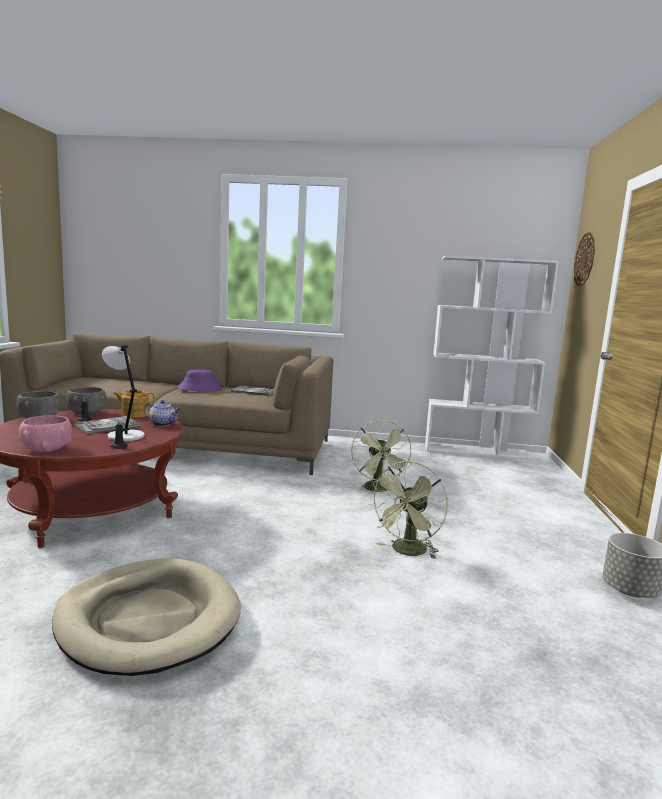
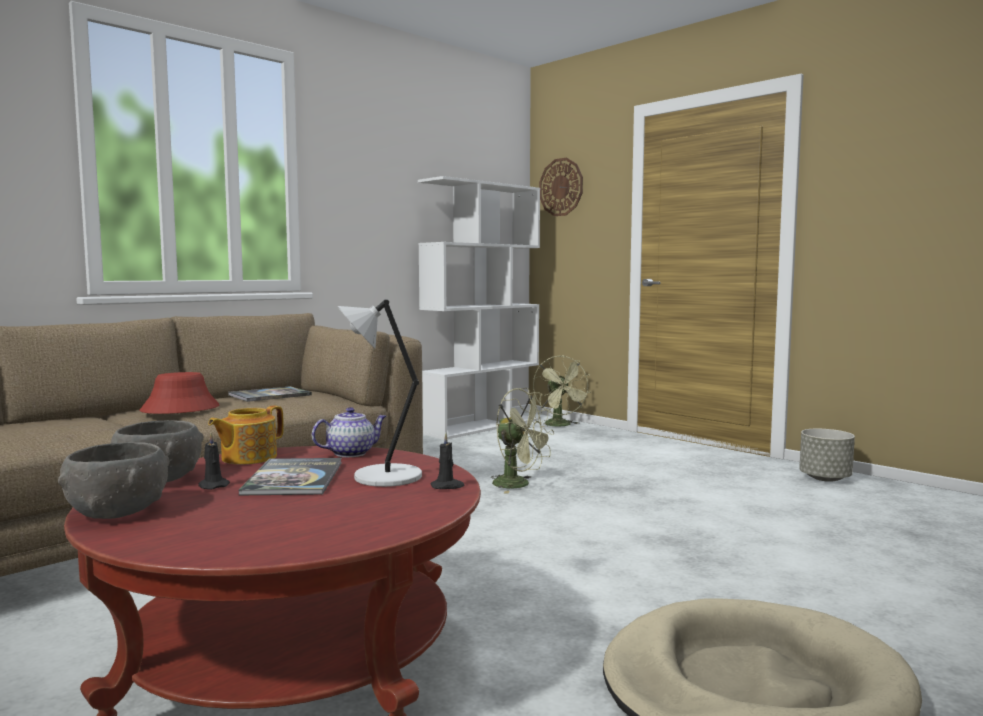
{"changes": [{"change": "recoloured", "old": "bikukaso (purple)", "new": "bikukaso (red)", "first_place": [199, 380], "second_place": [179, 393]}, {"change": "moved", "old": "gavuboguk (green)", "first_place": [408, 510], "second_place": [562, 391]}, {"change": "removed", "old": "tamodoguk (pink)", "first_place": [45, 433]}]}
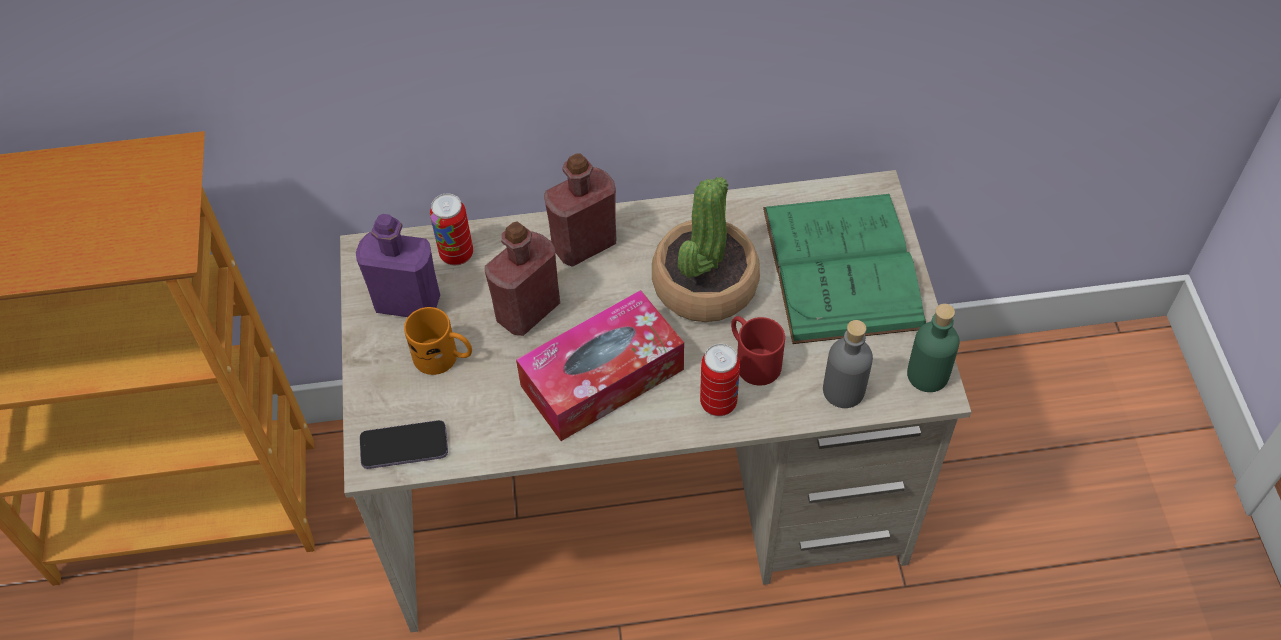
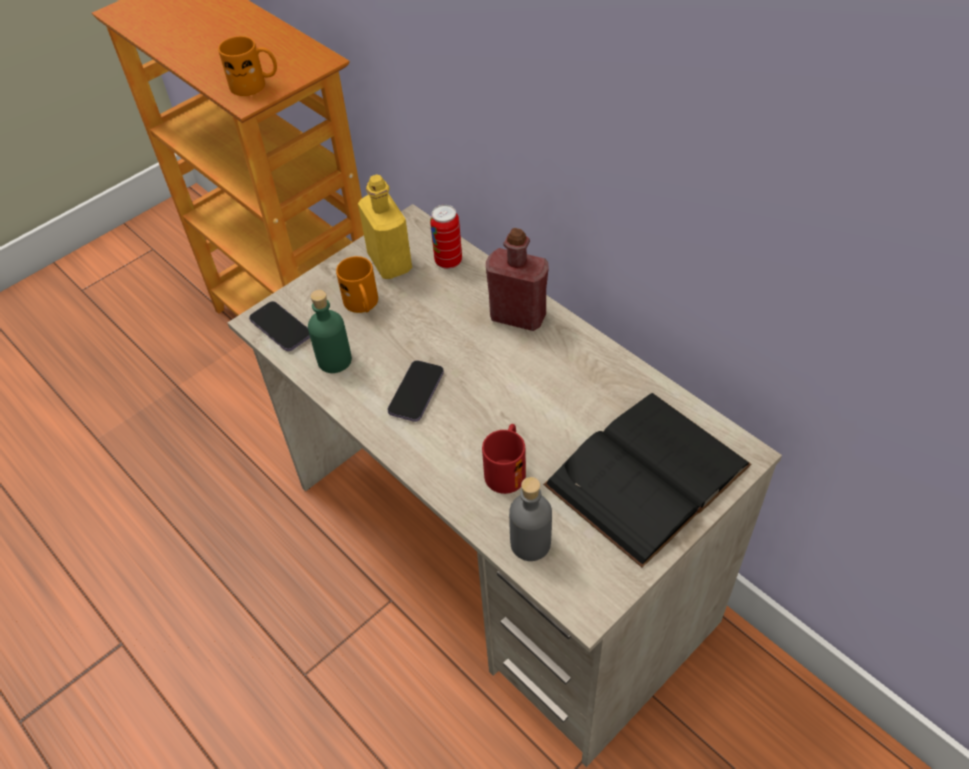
{"changes": [{"change": "added", "new": "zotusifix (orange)", "second_place": [247, 66]}, {"change": "moved", "old": "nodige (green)", "first_place": [933, 348], "second_place": [330, 331]}, {"change": "recoloured", "old": "nodige (purple)", "new": "nodige (yellow)", "first_place": [398, 265], "second_place": [385, 226]}, {"change": "replaced", "old": "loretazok", "new": "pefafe", "first_place": [600, 365], "second_place": [416, 391]}, {"change": "recoloured", "old": "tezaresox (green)", "new": "tezaresox (black)", "first_place": [844, 269], "second_place": [647, 480]}, {"change": "removed", "old": "nodige (red)", "first_place": [522, 278]}, {"change": "removed", "old": "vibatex", "first_place": [706, 249]}, {"change": "removed", "old": "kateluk", "first_place": [720, 380]}]}
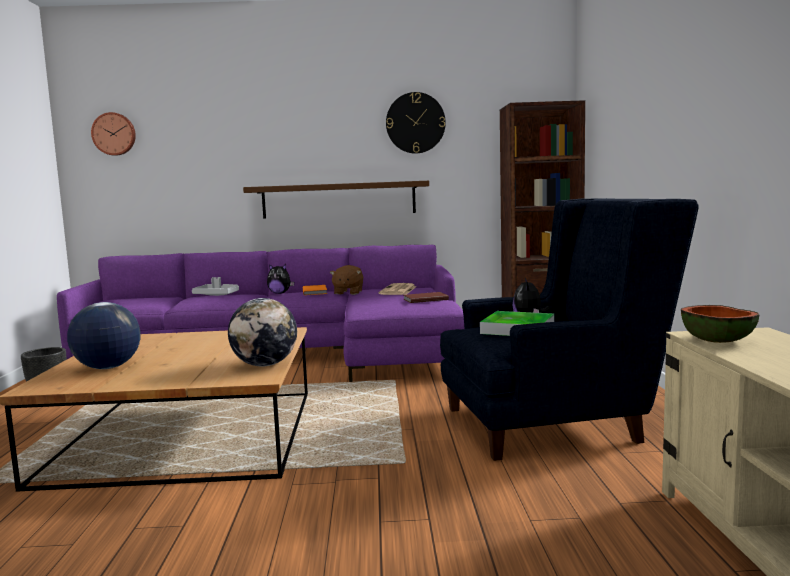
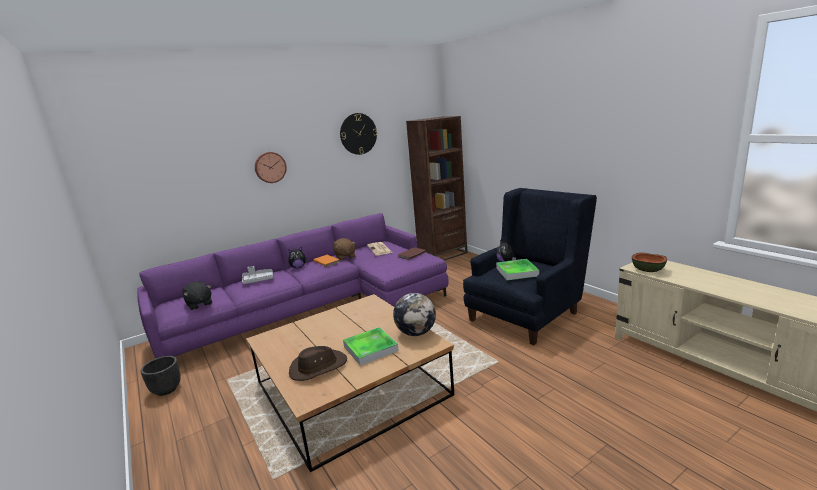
{"changes": [{"change": "added", "new": "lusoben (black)", "second_place": [197, 295]}, {"change": "moved", "old": "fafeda", "first_place": [113, 134], "second_place": [271, 167]}, {"change": "replaced", "old": "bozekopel", "new": "bikukaso (brown)", "first_place": [104, 335], "second_place": [318, 363]}, {"change": "added", "new": "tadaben", "second_place": [371, 346]}, {"change": "removed", "old": "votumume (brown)", "first_place": [336, 200]}]}
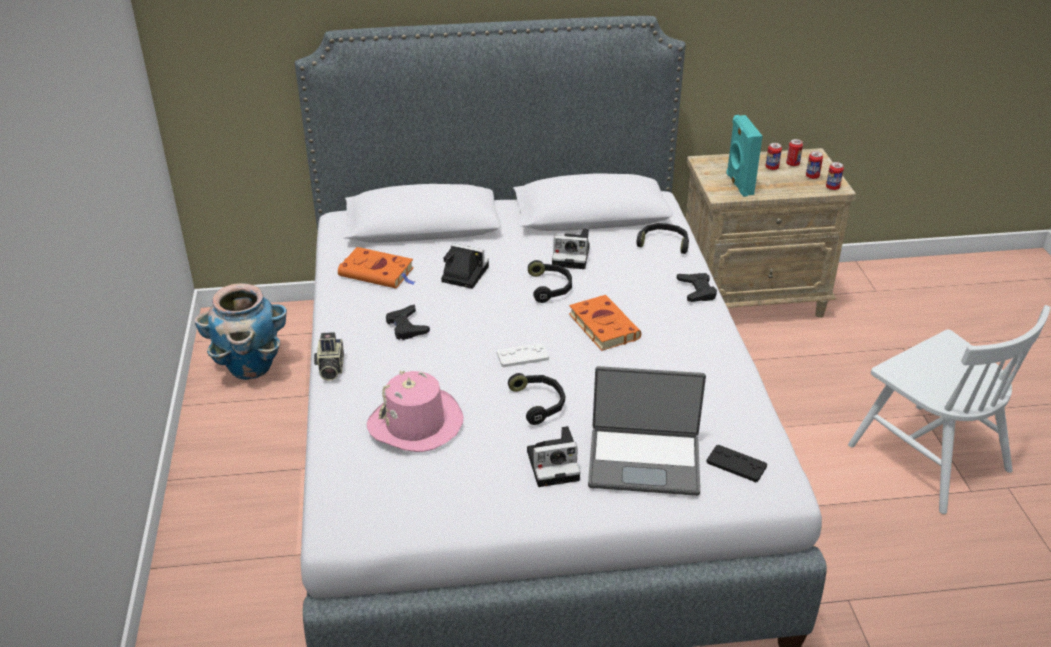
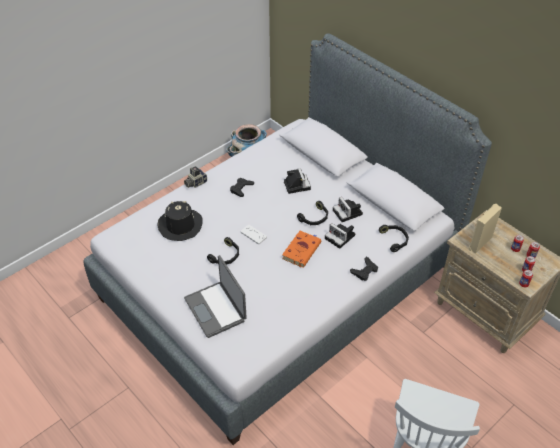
{"changes": [{"change": "recoloured", "old": "bikukaso (pink)", "new": "bikukaso (black)", "first_place": [415, 411], "second_place": [180, 221]}, {"change": "moved", "old": "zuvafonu", "first_place": [553, 456], "second_place": [340, 236]}, {"change": "recoloured", "old": "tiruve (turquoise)", "new": "tiruve (beige)", "first_place": [744, 156], "second_place": [485, 229]}, {"change": "removed", "old": "tezaresox (orange)", "first_place": [376, 267]}, {"change": "removed", "old": "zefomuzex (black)", "first_place": [737, 463]}]}
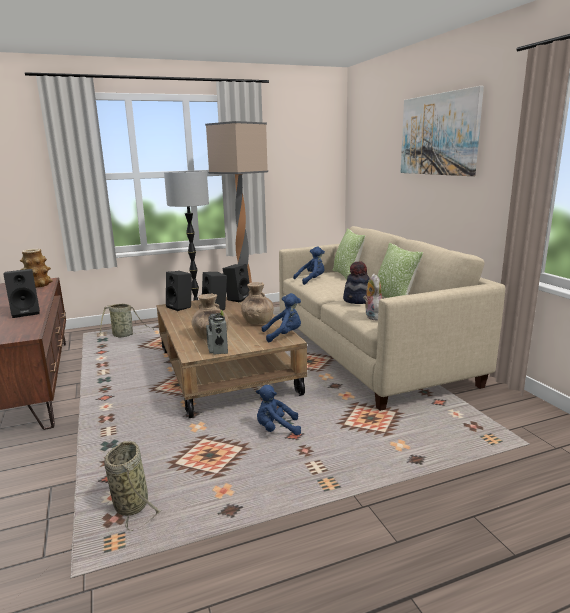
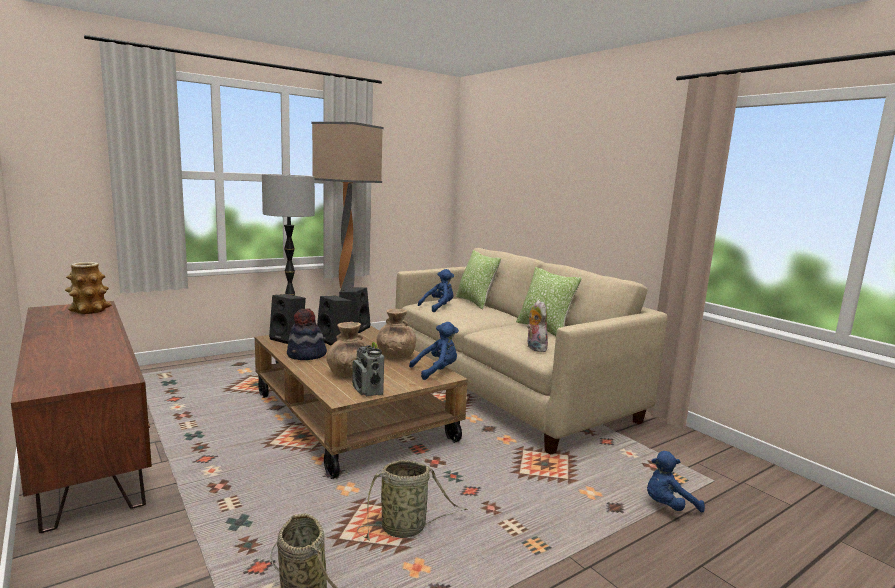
{"changes": [{"change": "moved", "old": "bikukaso", "first_place": [356, 283], "second_place": [307, 334]}, {"change": "moved", "old": "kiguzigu", "first_place": [127, 320], "second_place": [412, 500]}, {"change": "moved", "old": "lusoben (blue)", "first_place": [278, 410], "second_place": [676, 481]}, {"change": "removed", "old": "tiruve (black)", "first_place": [21, 293]}, {"change": "removed", "old": "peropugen", "first_place": [442, 131]}]}
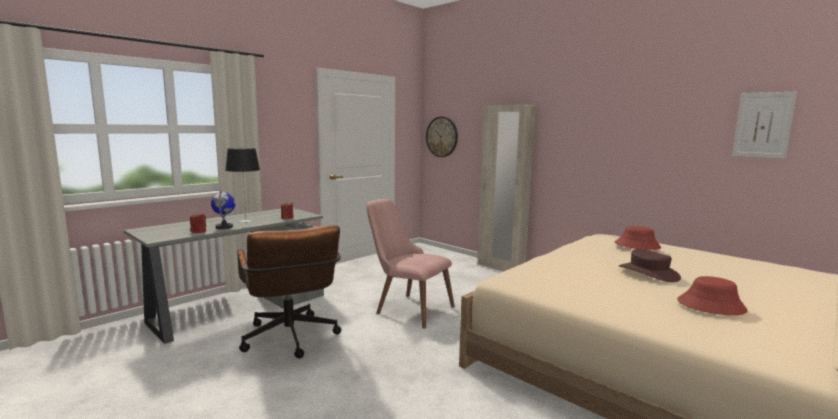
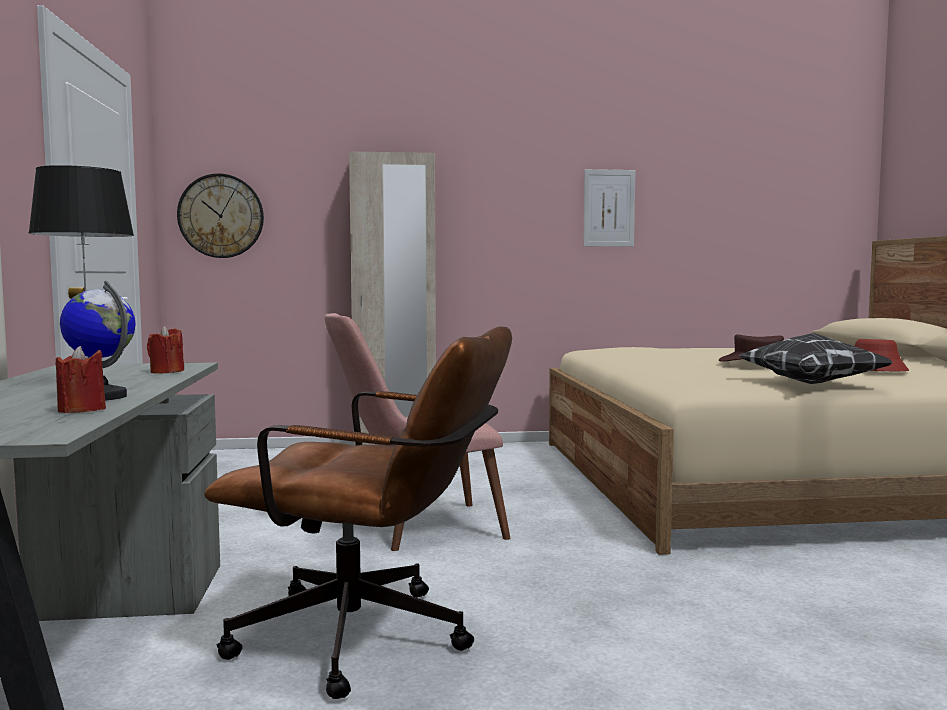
{"changes": [{"change": "moved", "old": "peropugen", "first_place": [764, 125], "second_place": [609, 208]}, {"change": "added", "new": "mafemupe", "second_place": [816, 358]}, {"change": "removed", "old": "bikukaso (red)", "first_place": [637, 238]}]}
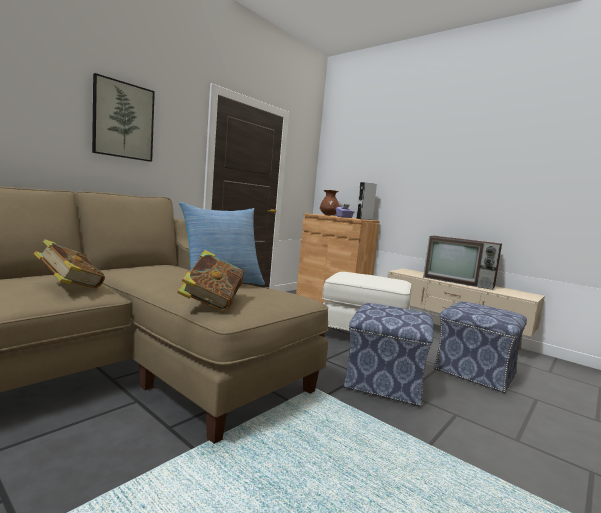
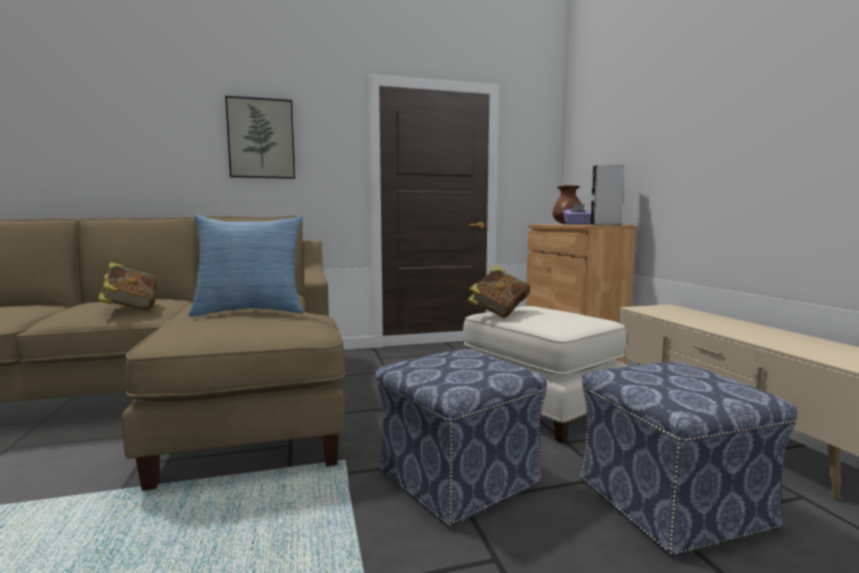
{"changes": [{"change": "moved", "old": "tezaresox", "first_place": [210, 280], "second_place": [499, 292]}, {"change": "removed", "old": "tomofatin", "first_place": [462, 263]}]}
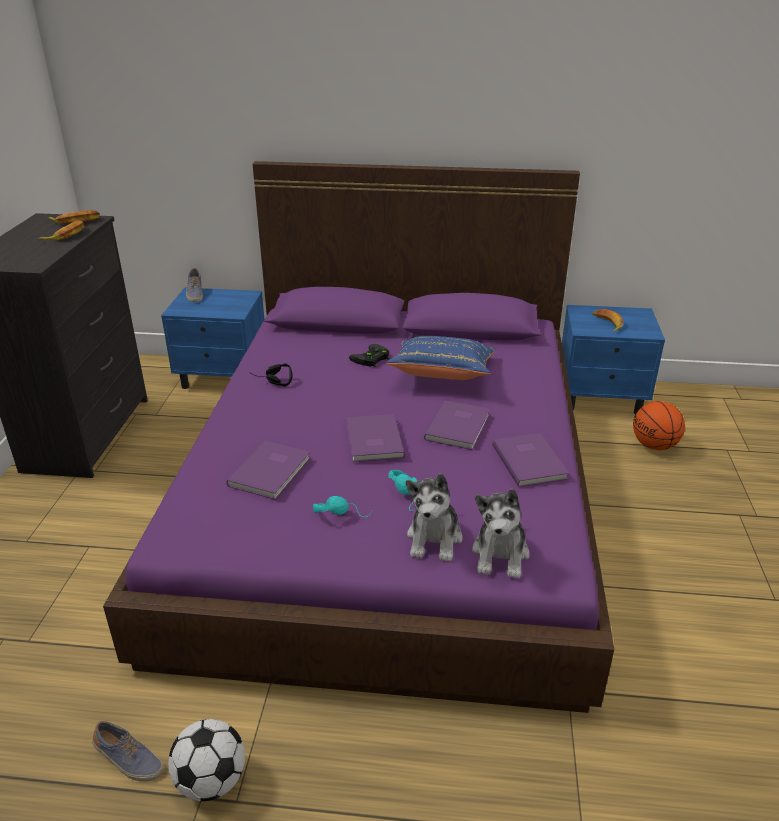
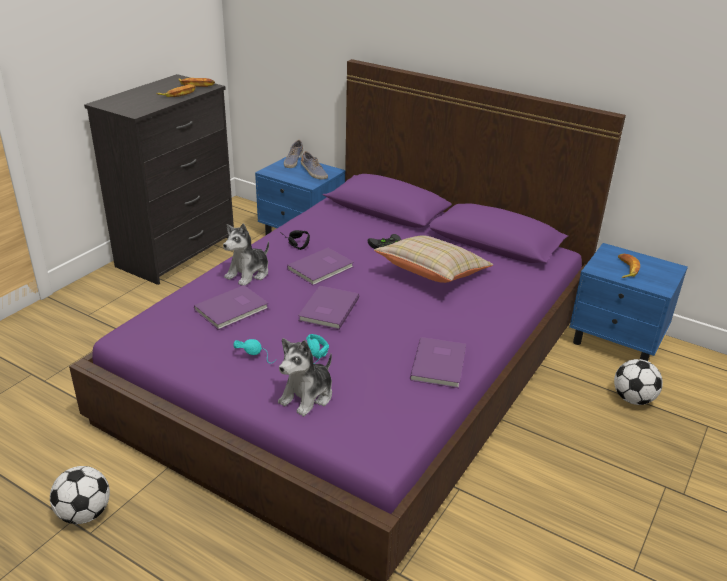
{"changes": [{"change": "moved", "old": "lusoben", "first_place": [501, 534], "second_place": [246, 254]}, {"change": "moved", "old": "tezaresox (purple)", "first_place": [457, 425], "second_place": [320, 267]}, {"change": "moved", "old": "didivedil", "first_place": [128, 751], "second_place": [314, 165]}, {"change": "recoloured", "old": "mafemupe (blue)", "new": "mafemupe (beige)", "first_place": [441, 358], "second_place": [433, 259]}, {"change": "replaced", "old": "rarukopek", "new": "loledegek", "first_place": [659, 425], "second_place": [638, 382]}]}
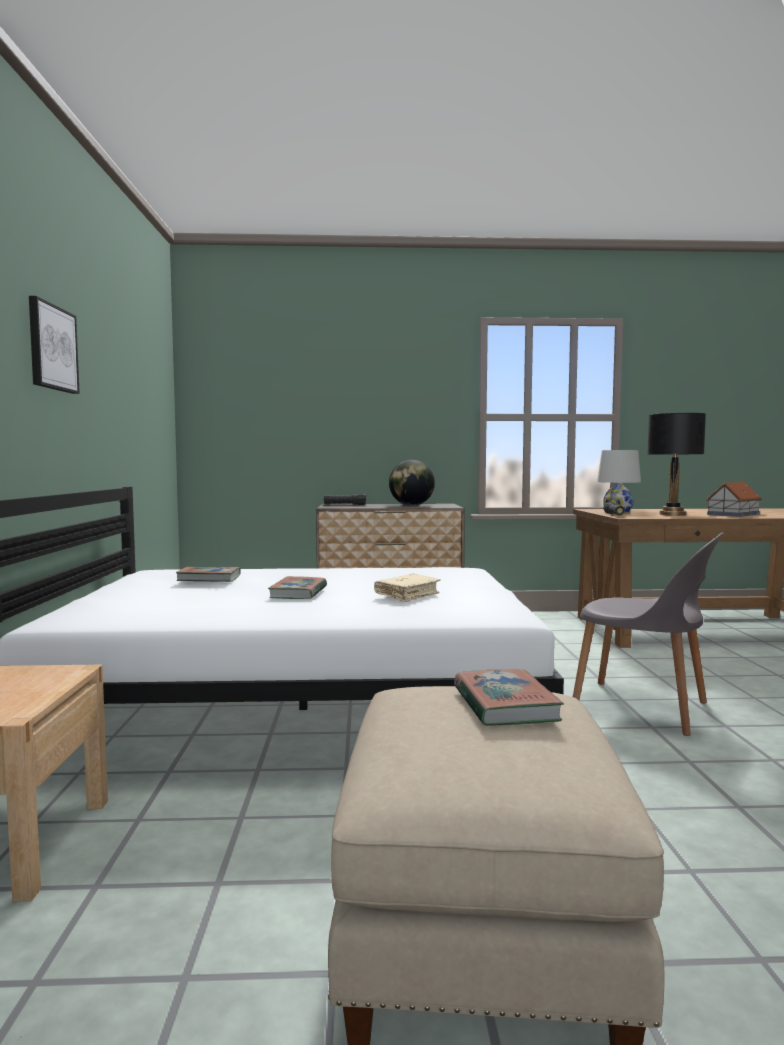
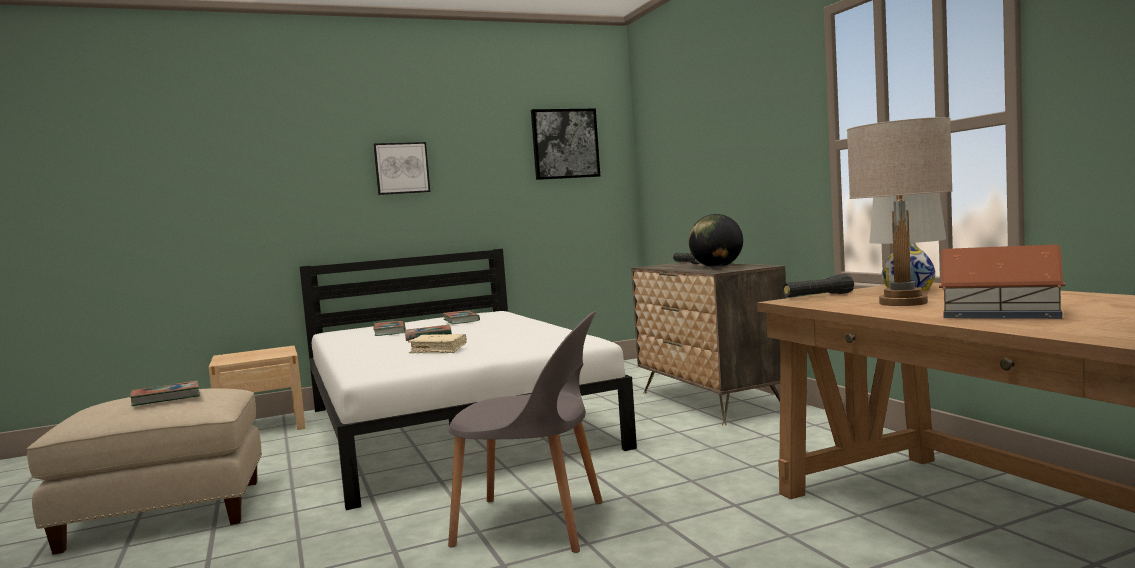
{"changes": [{"change": "added", "new": "tezaresox", "second_place": [389, 328]}, {"change": "turned", "old": "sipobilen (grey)", "first_place": [648, 634], "second_place": [525, 432], "degrees": -90}, {"change": "added", "new": "peropugen", "second_place": [565, 144]}, {"change": "recoloured", "old": "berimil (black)", "new": "berimil (beige)", "first_place": [676, 464], "second_place": [900, 211]}]}
